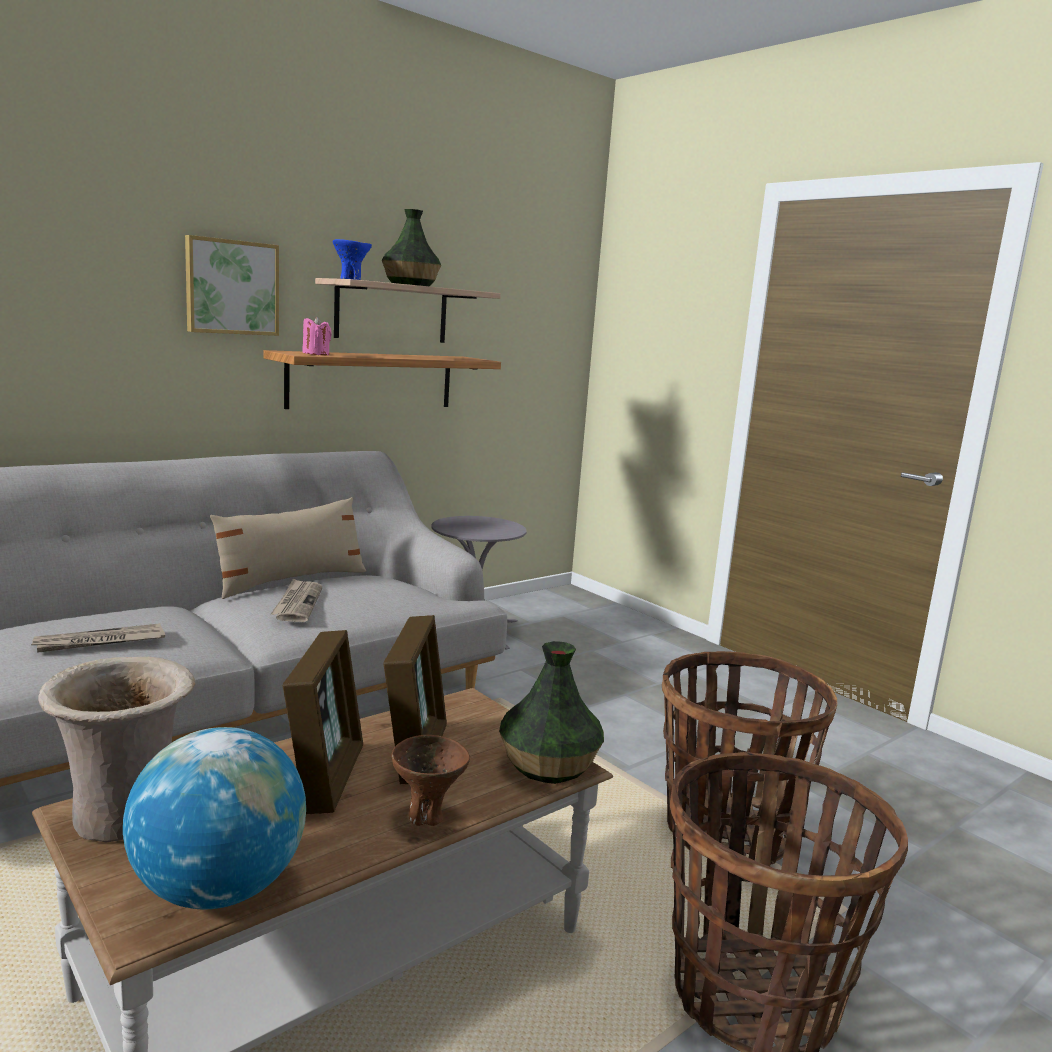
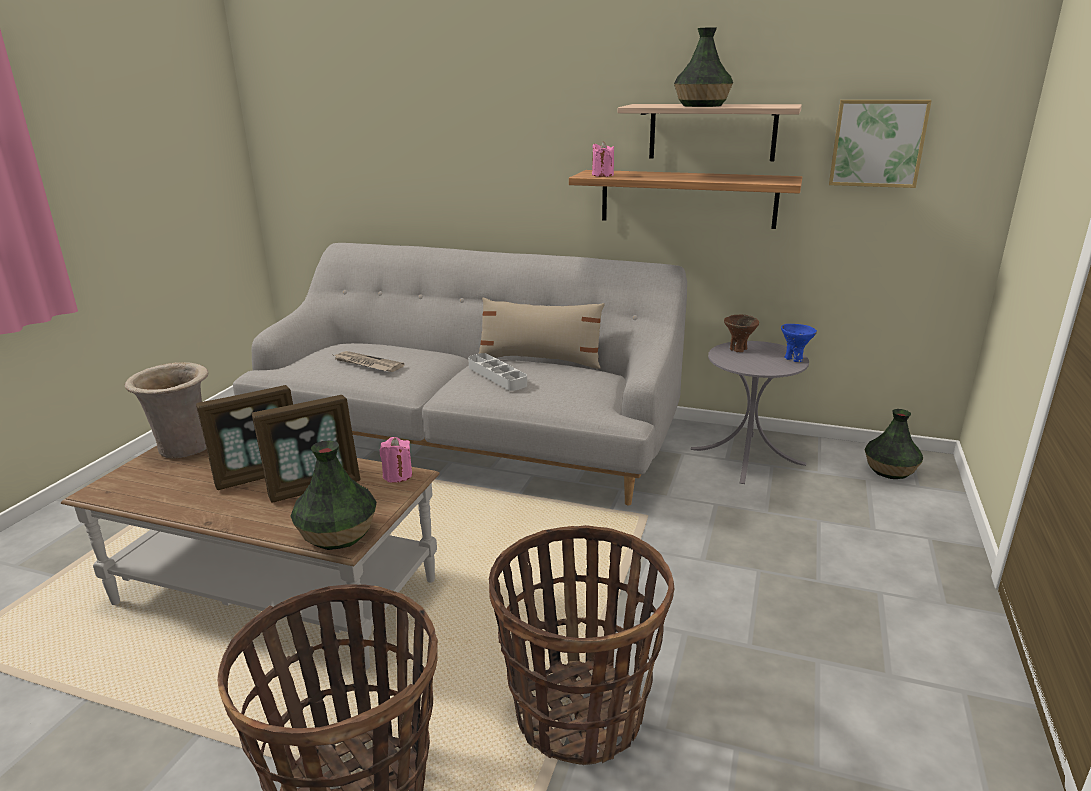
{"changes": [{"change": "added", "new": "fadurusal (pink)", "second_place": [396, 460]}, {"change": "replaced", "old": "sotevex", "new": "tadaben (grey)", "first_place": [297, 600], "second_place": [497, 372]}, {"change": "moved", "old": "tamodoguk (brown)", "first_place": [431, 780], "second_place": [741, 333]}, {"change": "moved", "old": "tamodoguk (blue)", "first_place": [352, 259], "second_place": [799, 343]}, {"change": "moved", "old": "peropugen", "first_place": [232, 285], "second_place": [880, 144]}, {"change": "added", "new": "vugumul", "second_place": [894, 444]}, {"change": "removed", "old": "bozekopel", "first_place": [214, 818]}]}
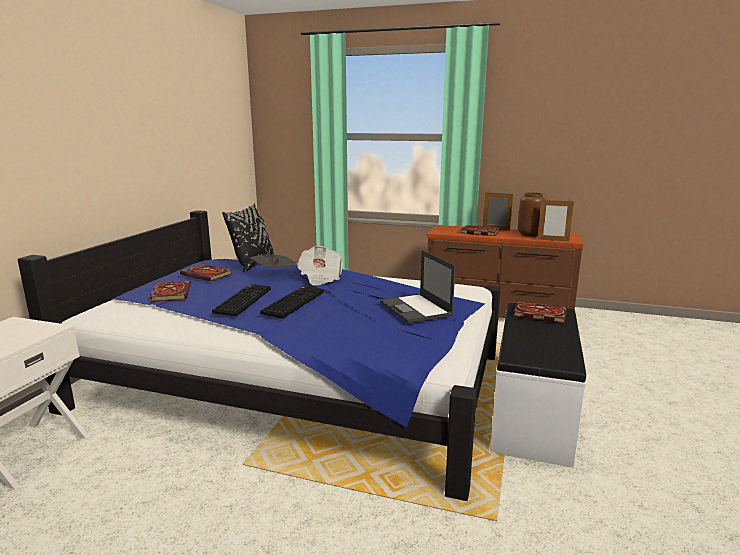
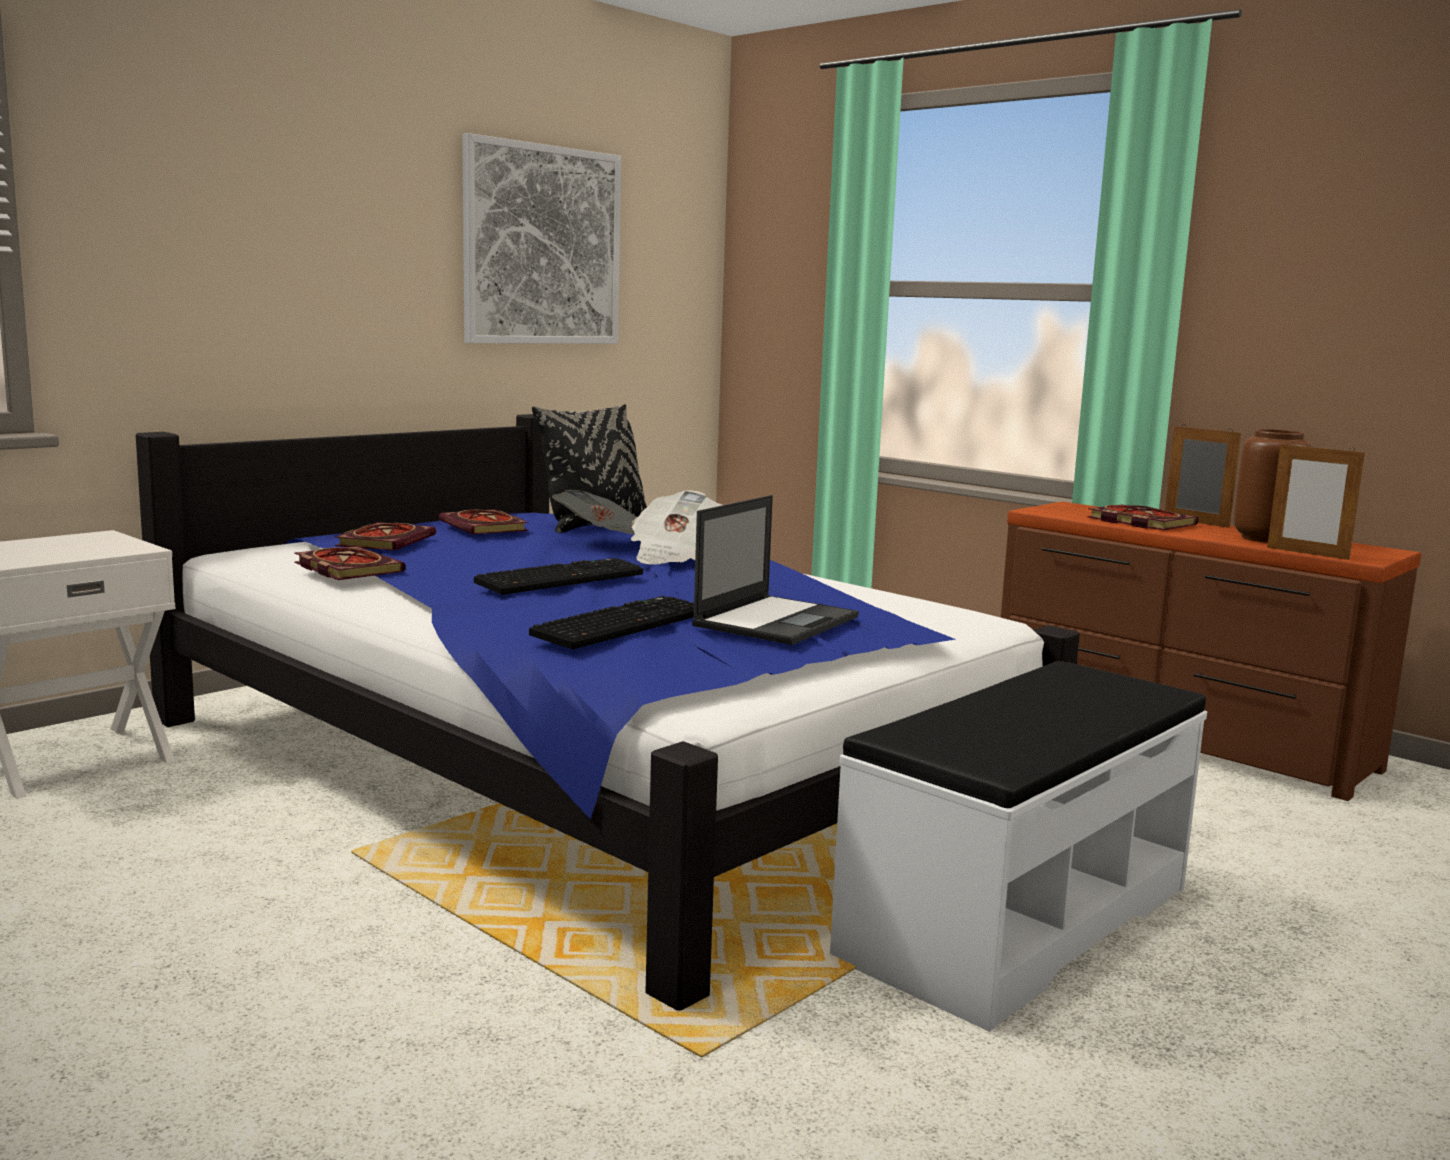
{"changes": [{"change": "moved", "old": "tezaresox", "first_place": [540, 312], "second_place": [350, 563]}, {"change": "added", "new": "peropugen", "second_place": [541, 238]}, {"change": "moved", "old": "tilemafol", "first_place": [241, 300], "second_place": [611, 622]}, {"change": "turned", "old": "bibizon", "first_place": [417, 286], "second_place": [775, 570], "degrees": -150}]}
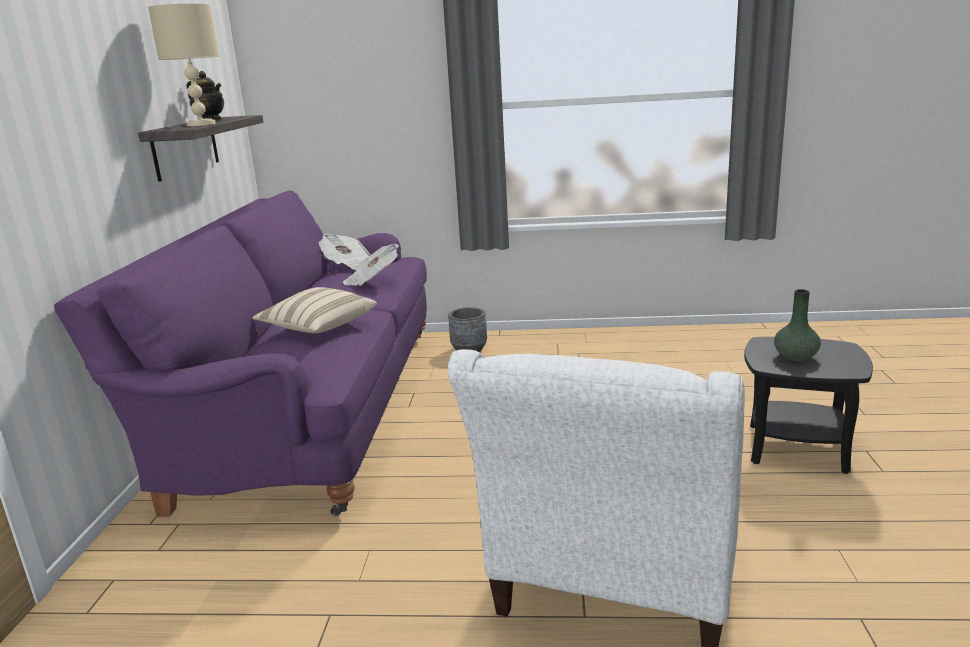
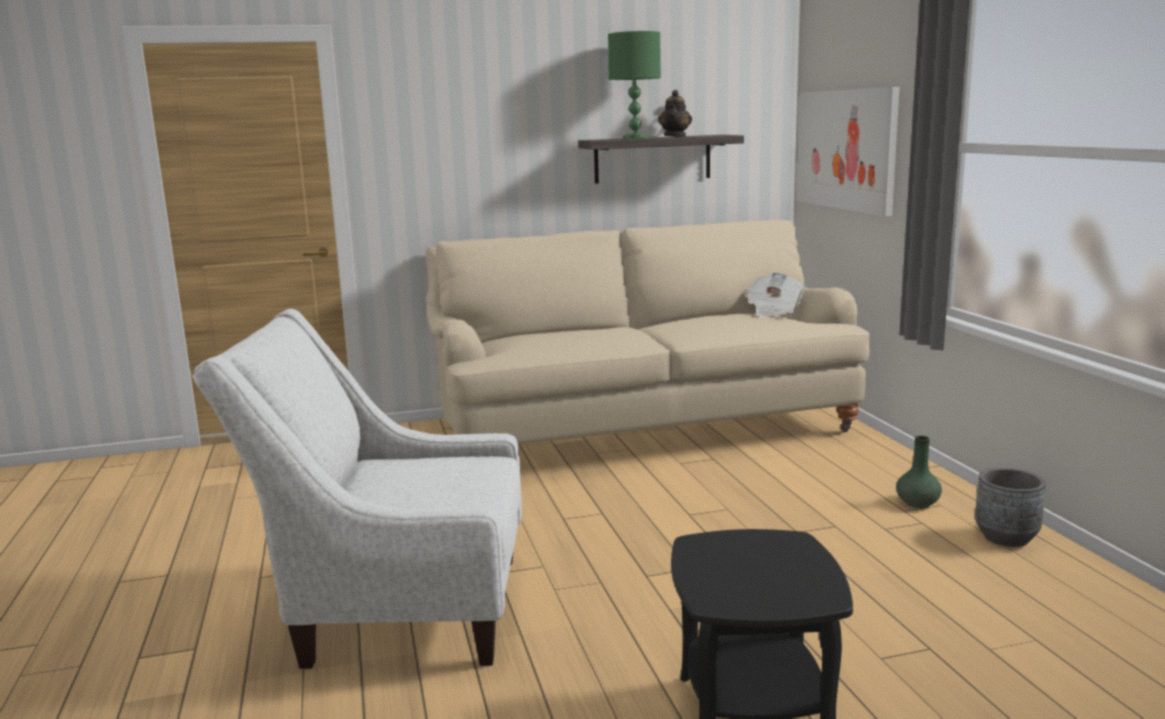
{"changes": [{"change": "recoloured", "old": "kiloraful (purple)", "new": "kiloraful (beige)", "first_place": [240, 354], "second_place": [648, 332]}, {"change": "recoloured", "old": "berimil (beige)", "new": "berimil (green)", "first_place": [184, 65], "second_place": [634, 85]}, {"change": "added", "new": "peropugen", "second_place": [848, 151]}, {"change": "moved", "old": "vugumul (green)", "first_place": [797, 325], "second_place": [919, 472]}, {"change": "moved", "old": "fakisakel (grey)", "first_place": [467, 329], "second_place": [1010, 507]}, {"change": "removed", "old": "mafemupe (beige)", "first_place": [314, 310]}, {"change": "removed", "old": "sotevex", "first_place": [371, 265]}]}
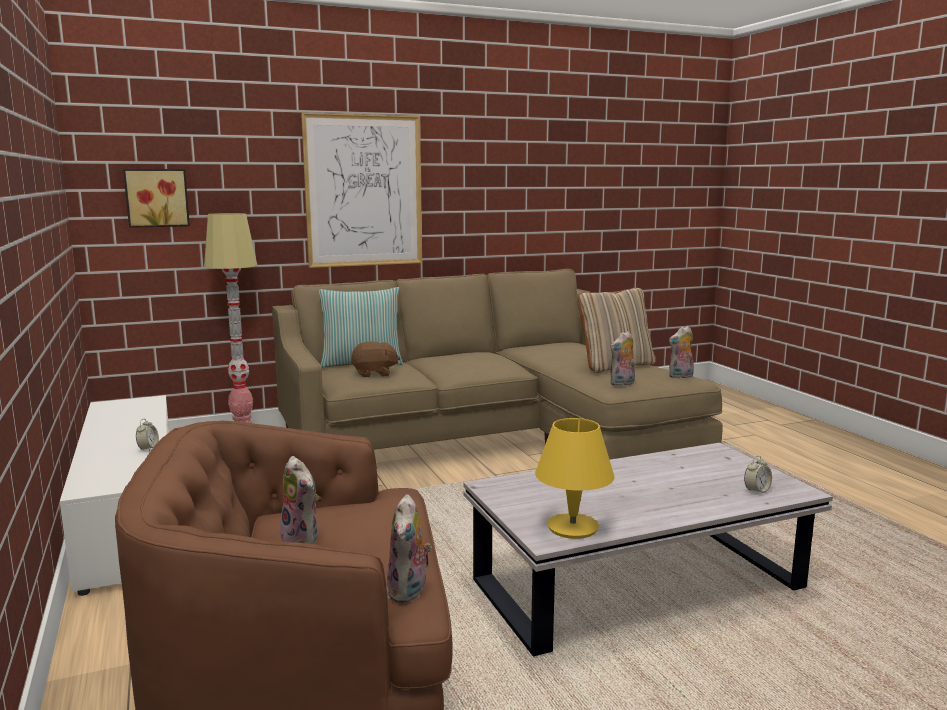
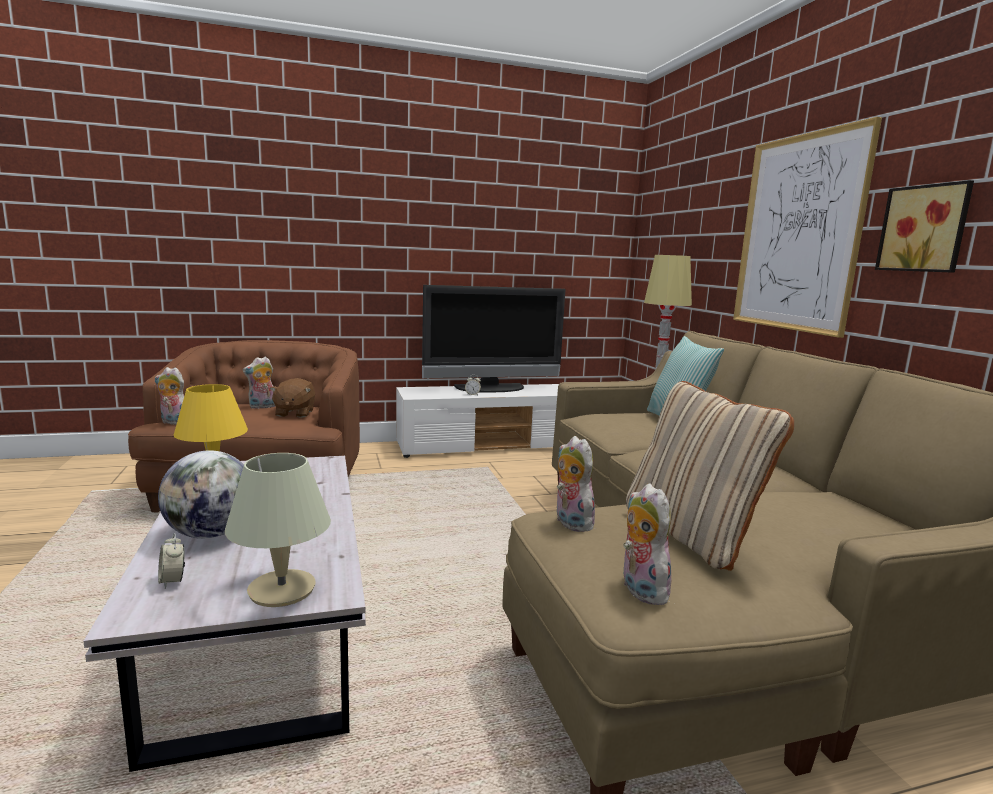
{"changes": [{"change": "added", "new": "bozekopel", "second_place": [201, 494]}, {"change": "added", "new": "berimil (beige)", "second_place": [278, 530]}, {"change": "moved", "old": "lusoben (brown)", "first_place": [375, 359], "second_place": [292, 398]}, {"change": "added", "new": "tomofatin", "second_place": [494, 339]}, {"change": "moved", "old": "peropugen", "first_place": [156, 198], "second_place": [924, 226]}]}
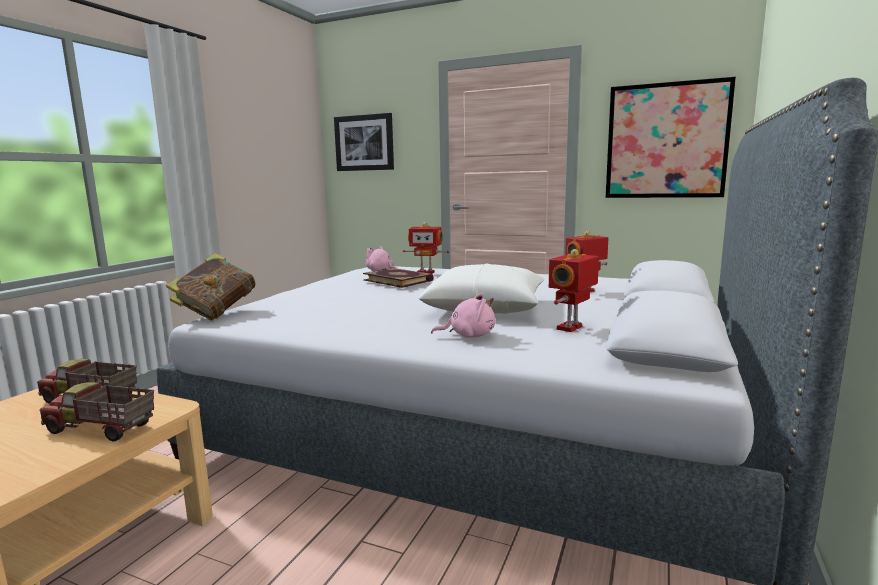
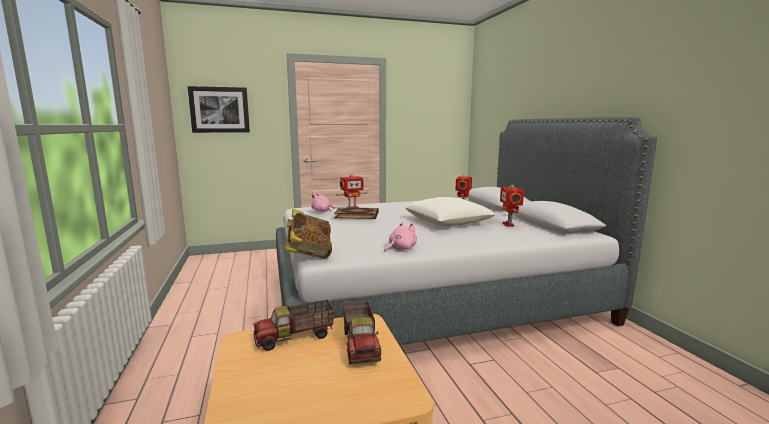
{"changes": [{"change": "turned", "old": "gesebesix", "first_place": [97, 412], "second_place": [362, 332], "degrees": -75}, {"change": "moved", "old": "lusoben (pink)", "first_place": [463, 315], "second_place": [400, 236]}, {"change": "removed", "old": "peropugen", "first_place": [671, 137]}]}
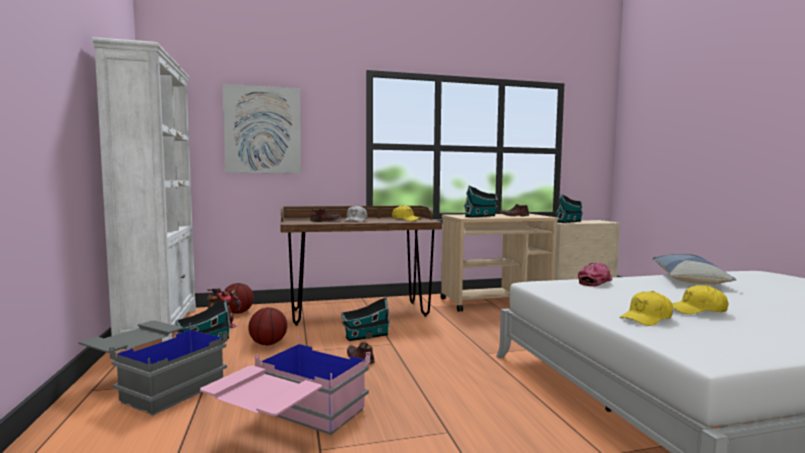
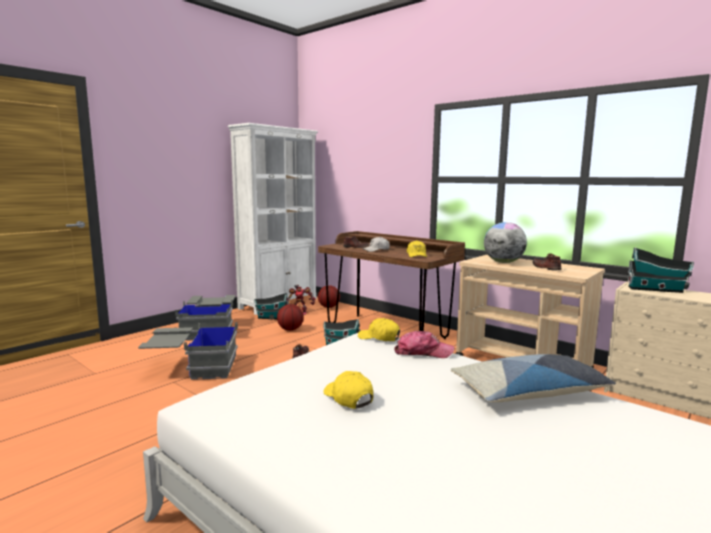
{"changes": [{"change": "recoloured", "old": "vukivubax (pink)", "new": "vukivubax (grey)", "first_place": [285, 385], "second_place": [188, 351]}, {"change": "moved", "old": "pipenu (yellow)", "first_place": [646, 308], "second_place": [379, 329]}, {"change": "replaced", "old": "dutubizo", "new": "bozekopel", "first_place": [480, 201], "second_place": [505, 242]}, {"change": "removed", "old": "peropugen", "first_place": [261, 129]}]}
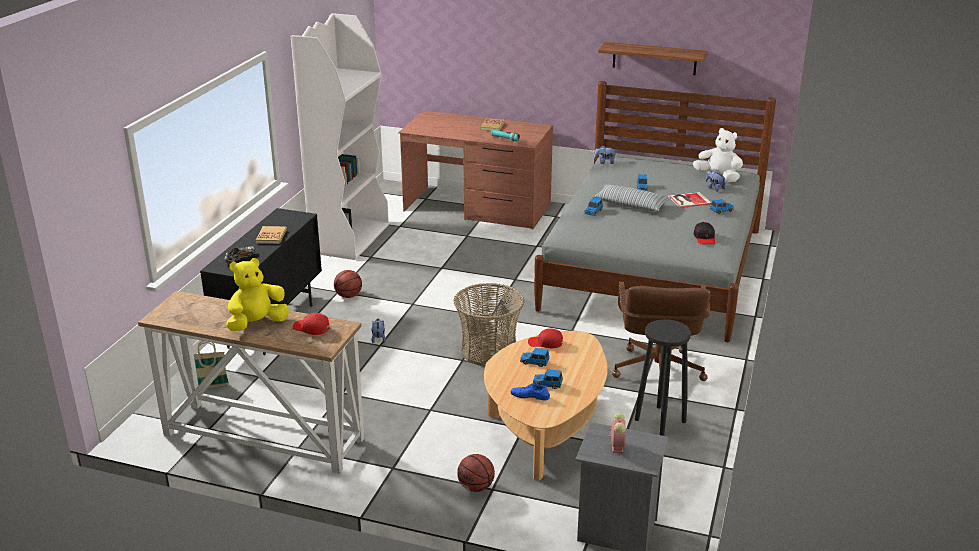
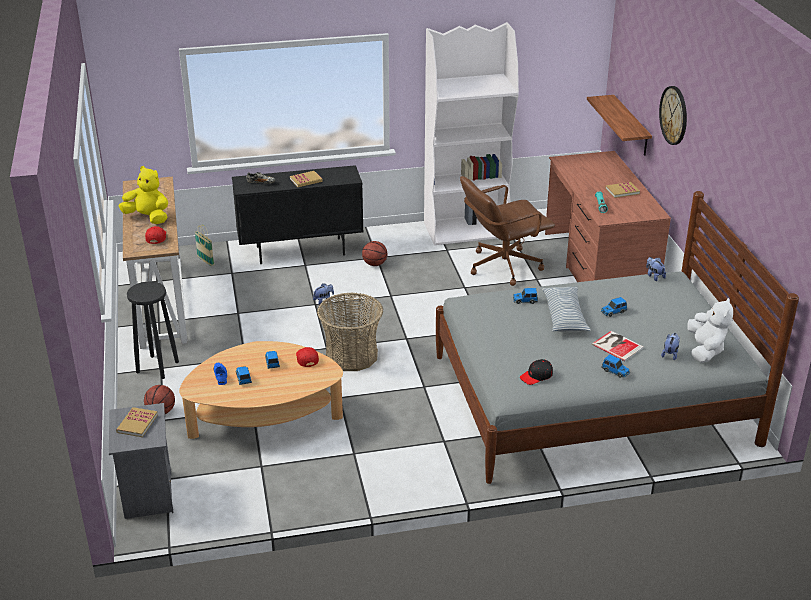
{"changes": [{"change": "replaced", "old": "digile", "new": "tezaresox", "first_place": [617, 433], "second_place": [137, 422]}, {"change": "moved", "old": "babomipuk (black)", "first_place": [663, 377], "second_place": [153, 330]}, {"change": "moved", "old": "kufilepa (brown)", "first_place": [661, 331], "second_place": [507, 231]}, {"change": "moved", "old": "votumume", "first_place": [653, 58], "second_place": [619, 125]}, {"change": "added", "new": "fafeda", "second_place": [673, 115]}]}
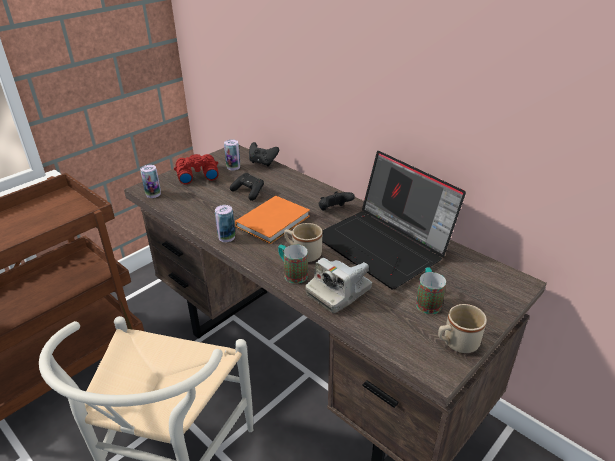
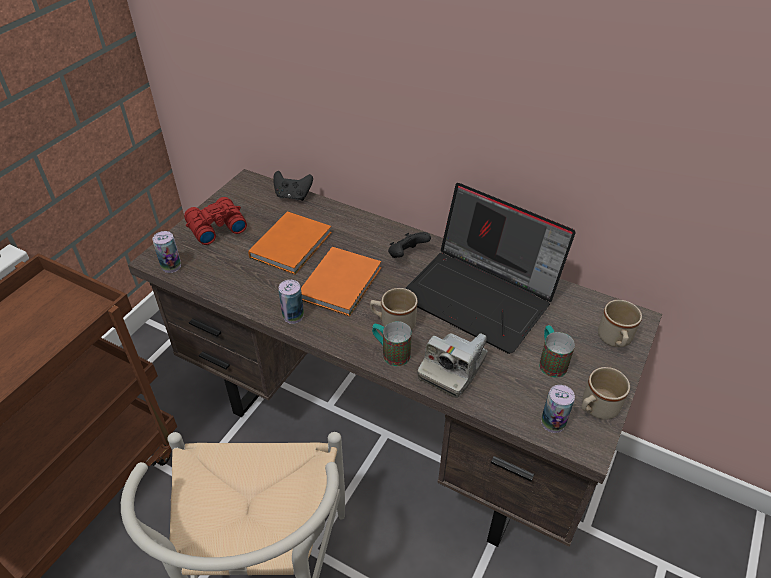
{"changes": [{"change": "replaced", "old": "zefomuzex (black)", "new": "tezaresox (orange)", "first_place": [247, 187], "second_place": [290, 243]}, {"change": "moved", "old": "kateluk", "first_place": [232, 154], "second_place": [558, 409]}, {"change": "added", "new": "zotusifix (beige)", "second_place": [620, 324]}]}
